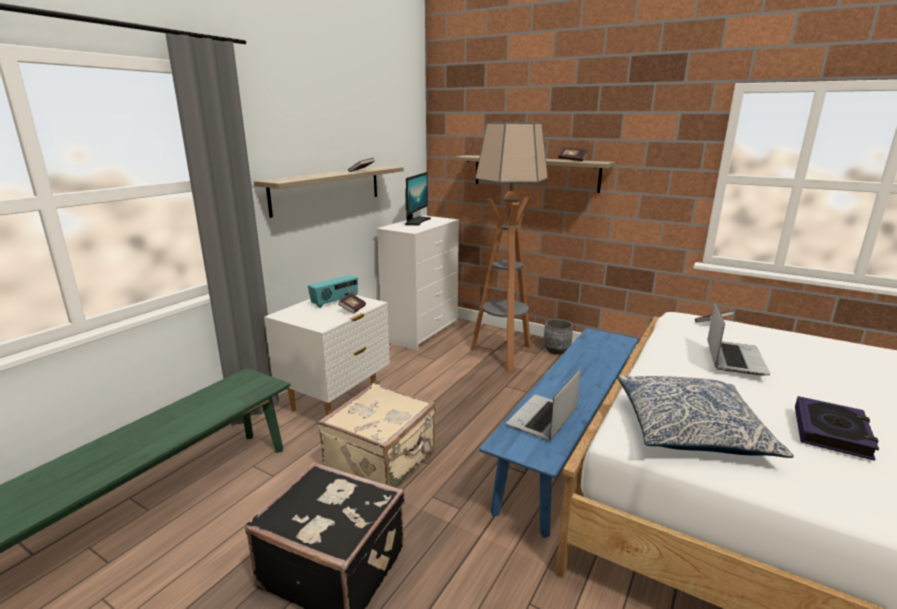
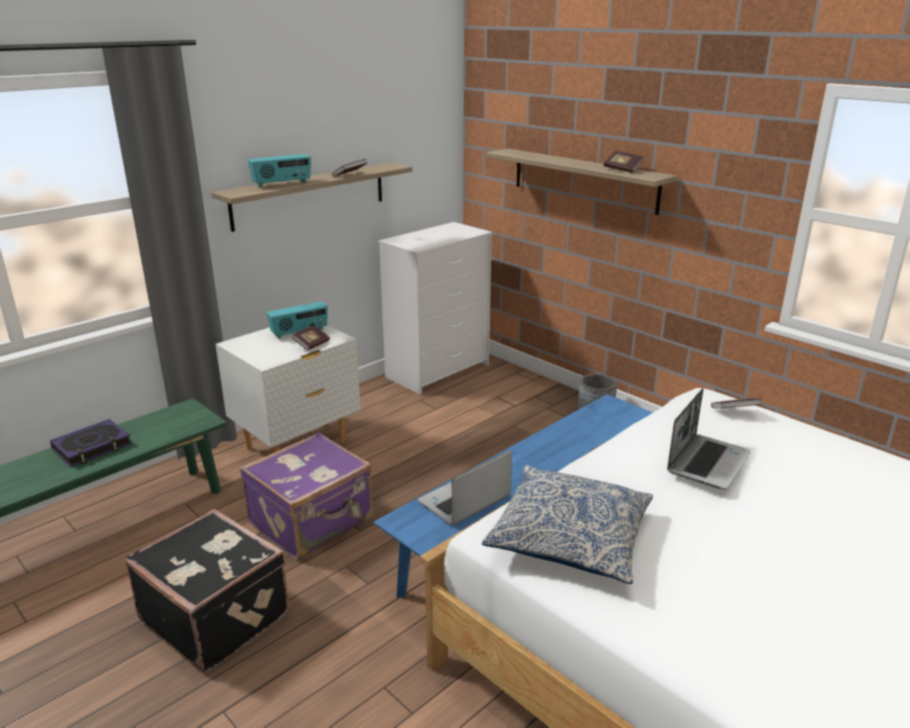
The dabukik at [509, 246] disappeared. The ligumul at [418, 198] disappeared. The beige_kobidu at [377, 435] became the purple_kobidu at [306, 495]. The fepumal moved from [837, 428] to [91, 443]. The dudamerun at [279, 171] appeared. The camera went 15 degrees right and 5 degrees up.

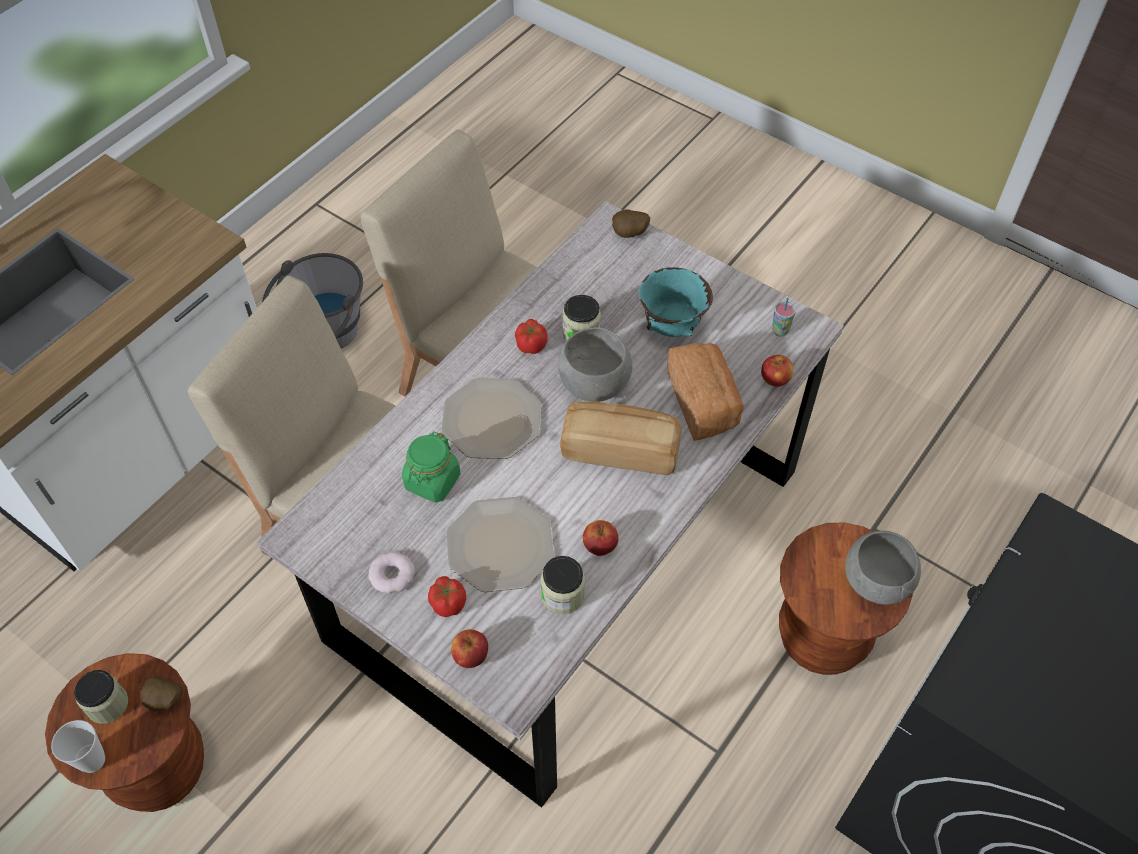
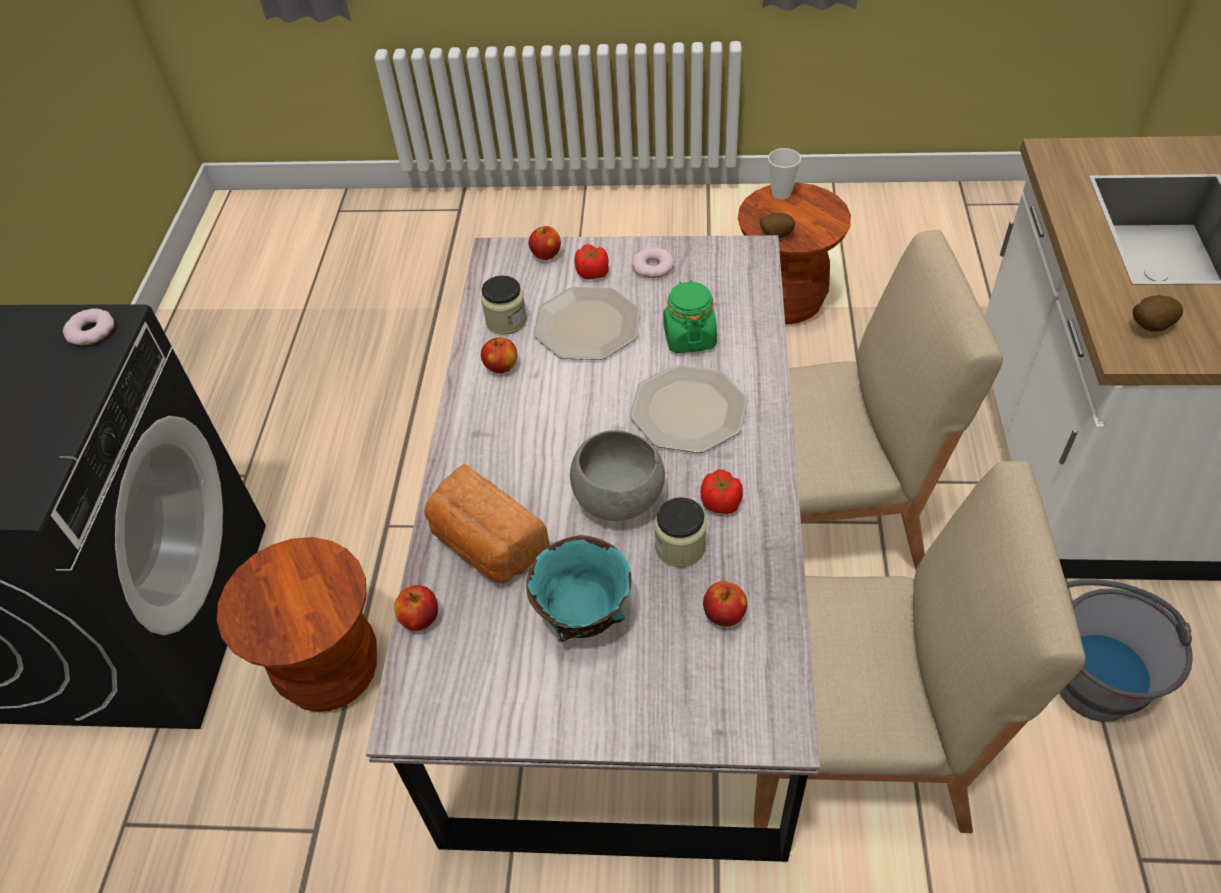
The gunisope moved from [631, 223] to [1158, 313]. The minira at [784, 317] disappeared. The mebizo at [621, 438] disappeared. The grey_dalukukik at [883, 568] disappeared. The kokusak at [101, 697] disappeared. The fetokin at [88, 326] appeared. The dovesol at [725, 603] appeared. The camera went 150 degrees right and 5 degrees down.

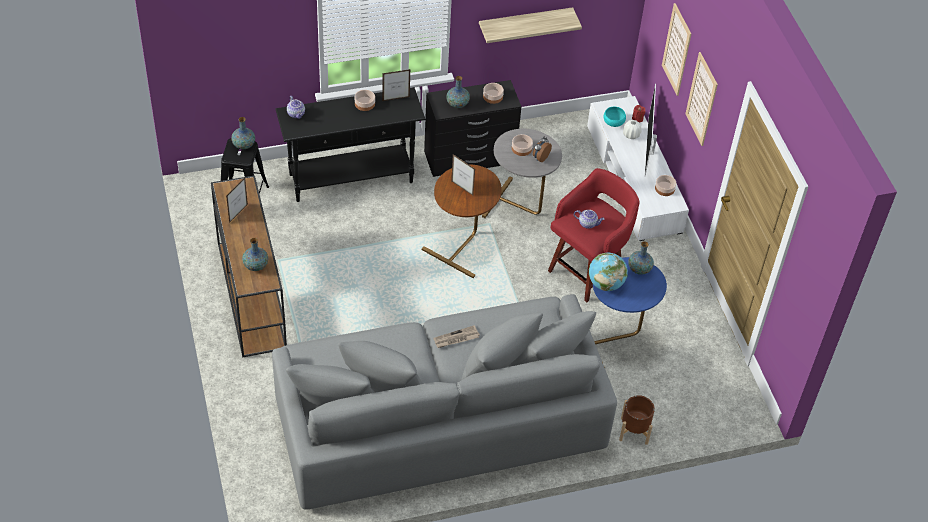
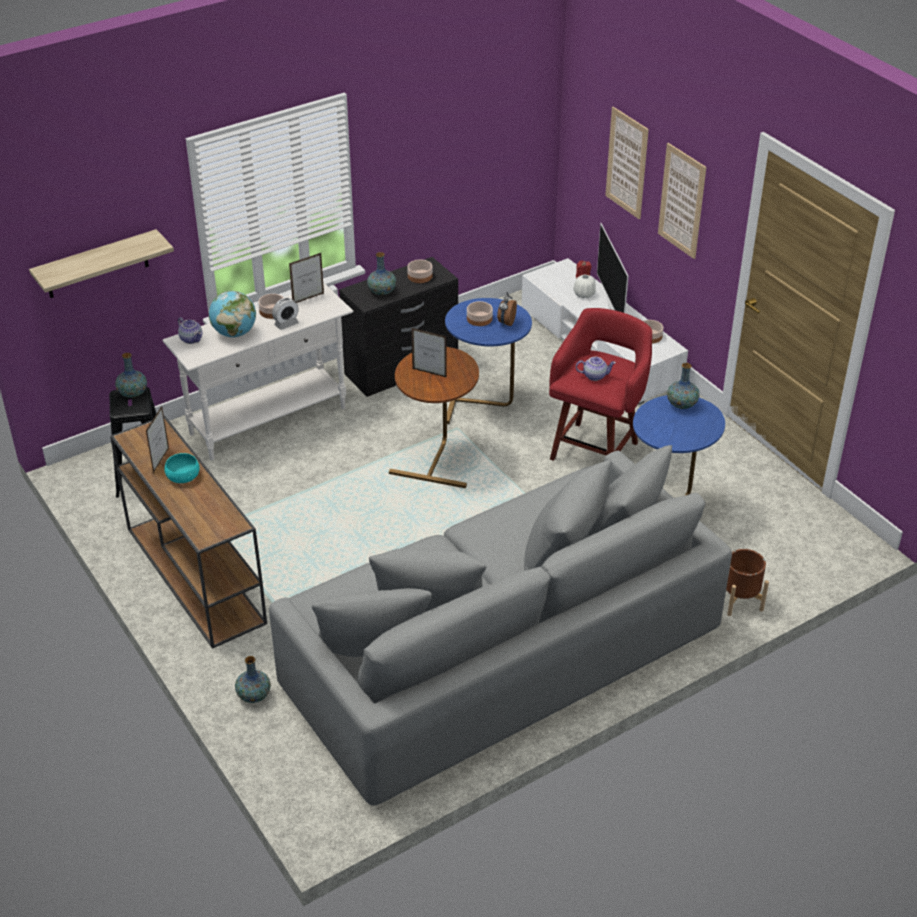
The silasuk moved from [530, 25] to [101, 263]. The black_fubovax at [350, 144] became the white_fubovax at [257, 371]. The turquoise_dalukukik moved from [614, 117] to [182, 468]. The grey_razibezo at [522, 173] became the blue_razibezo at [488, 361]. The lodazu moved from [255, 254] to [253, 679]. The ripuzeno moved from [608, 272] to [232, 314]. The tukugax at [456, 336] disappeared. The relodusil at [285, 314] appeared. The camera went 15 degrees left and 10 degrees down.

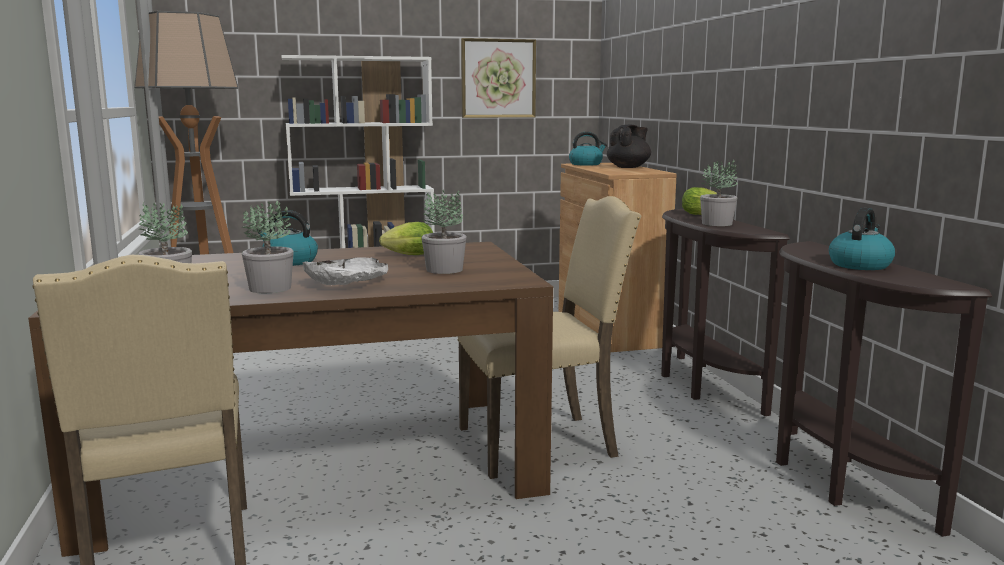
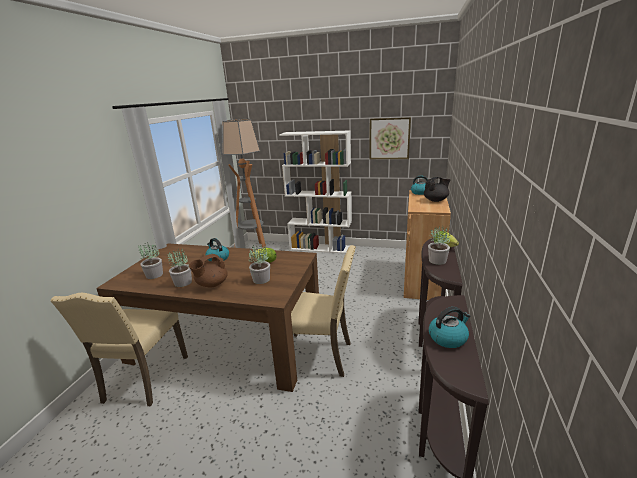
The white_dalukukik at [345, 271] was replaced by the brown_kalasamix at [208, 271]. The camera went 30 degrees right and 10 degrees up.

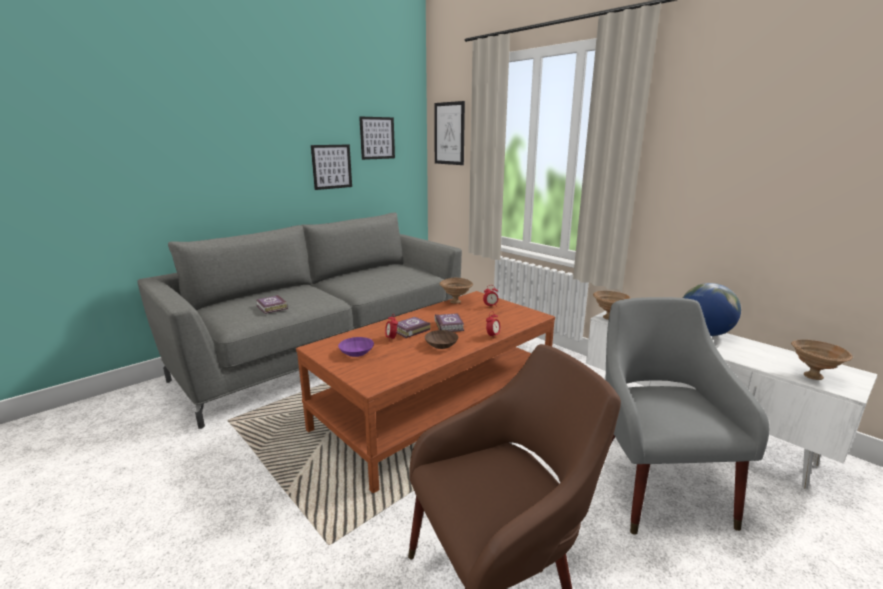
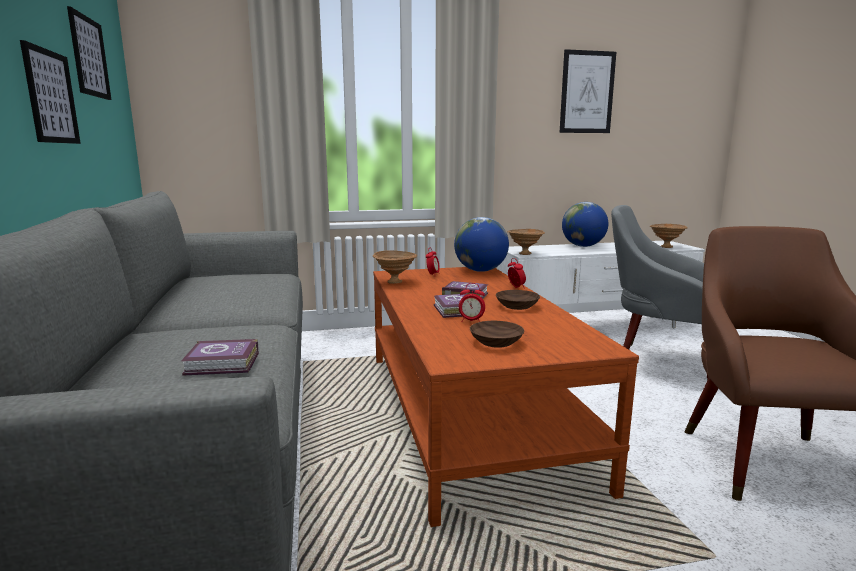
The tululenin moved from [449, 133] to [588, 91]. The purple_dalukukik at [356, 347] became the brown_dalukukik at [497, 334]. The ripuzeno at [481, 244] appeared. The camera went 60 degrees left and 5 degrees down.

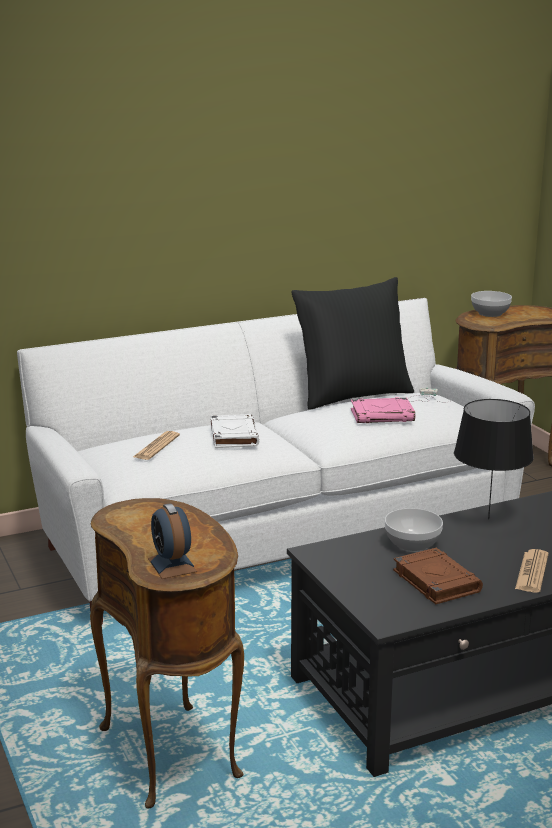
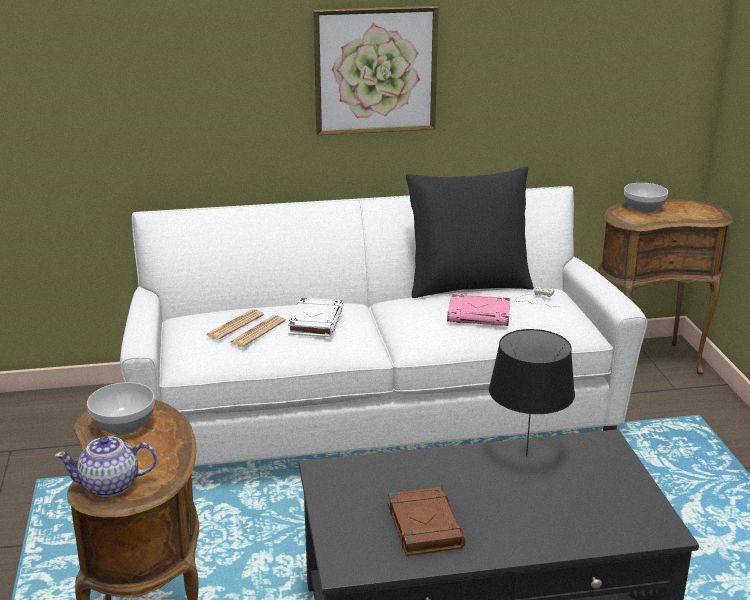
The relodusil at [172, 541] was replaced by the kalasamix at [106, 466]. The dalukukik moved from [414, 530] to [120, 408]. The tukugax moved from [532, 571] to [257, 331]. The tululenin at [375, 70] appeared. The camera went 15 degrees right and 5 degrees up.

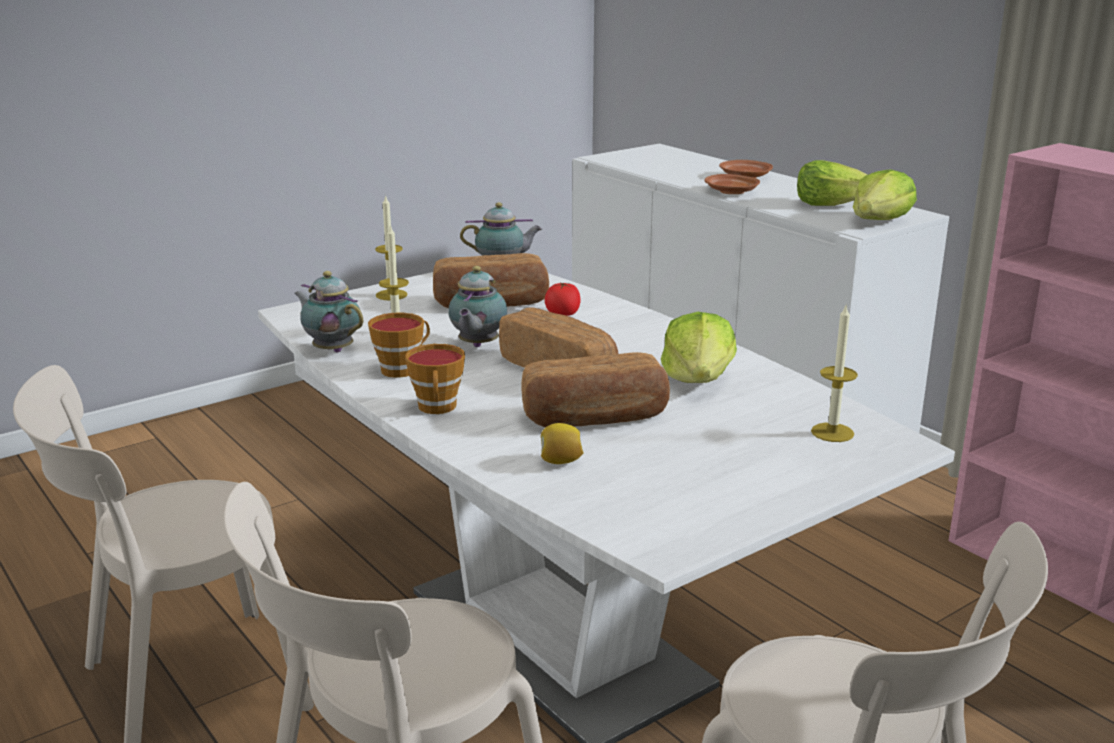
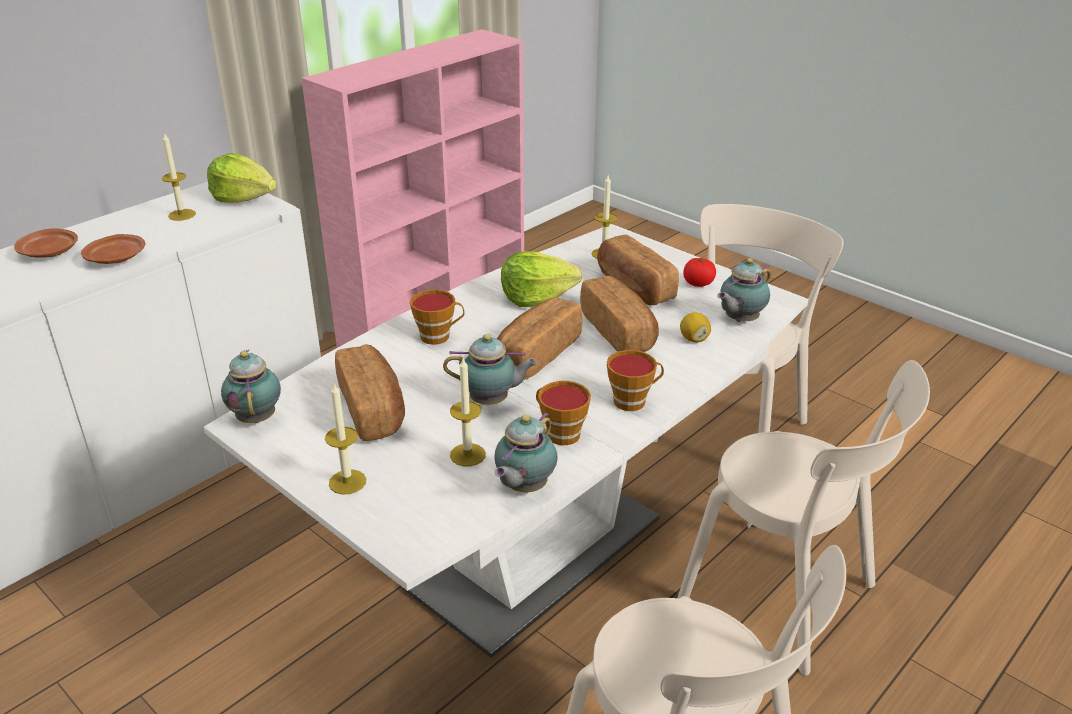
The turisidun at [832, 183] was replaced by the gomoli at [179, 177]. The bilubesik moved from [563, 299] to [699, 272]. The mebizo at [638, 270] appeared. The kalasamix at [744, 290] appeared. The minira at [437, 317] appeared. The camera went 100 degrees left and 10 degrees up.

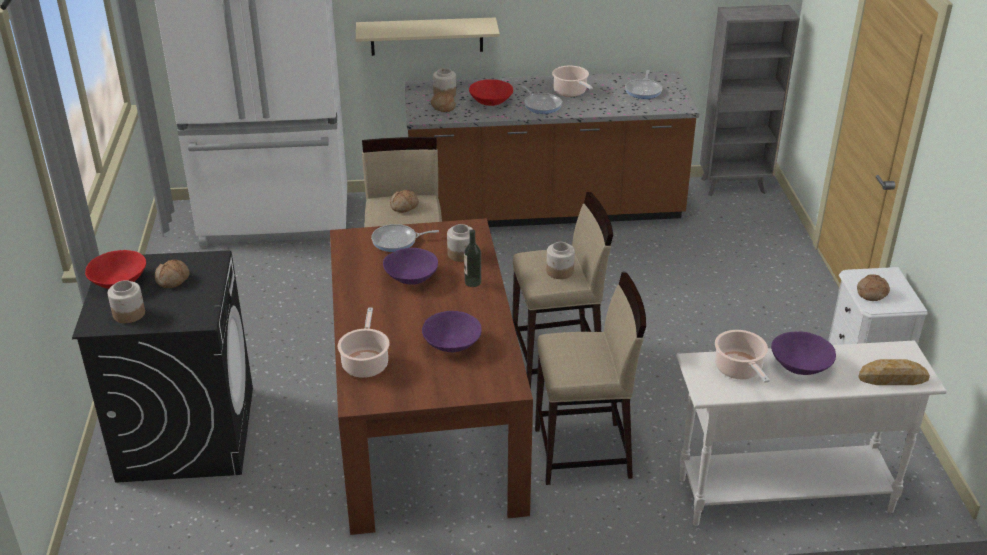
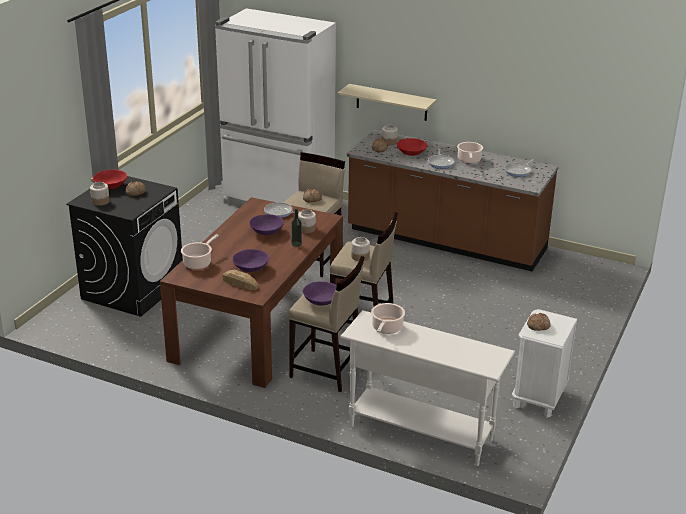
The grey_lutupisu at [750, 100] disappeared. The purple_dalukukik moved from [803, 353] to [320, 293]. The mebizo moved from [894, 372] to [240, 280]. The camera went 30 degrees right and 5 degrees down.

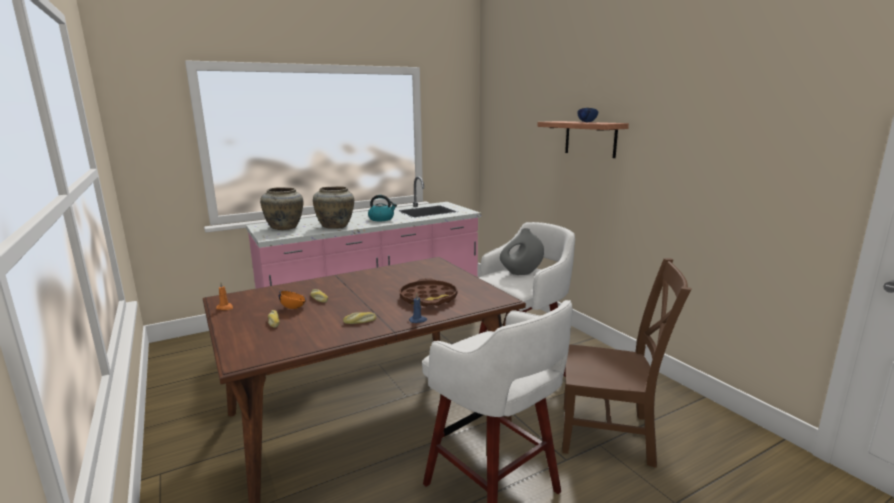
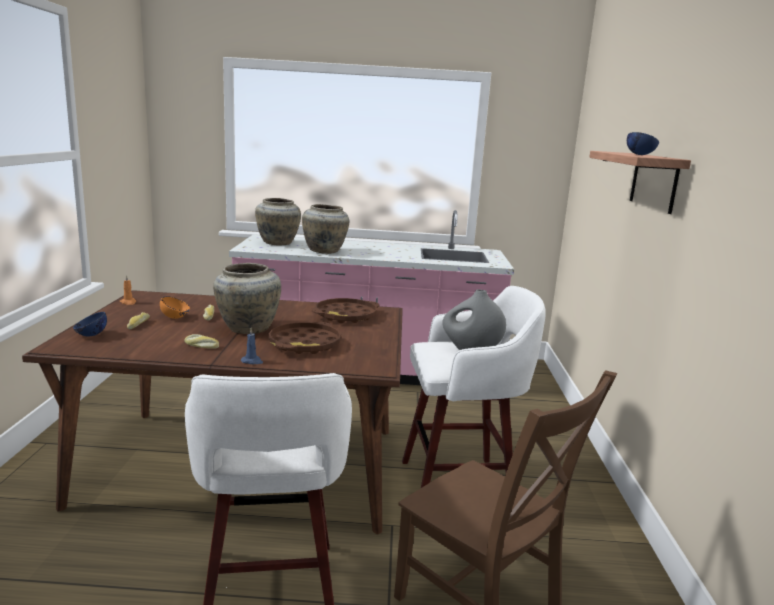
The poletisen at [382, 208] disappeared. The beige_lodazu at [247, 298] appeared. The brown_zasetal at [345, 310] appeared. The blue_dalukukik at [90, 324] appeared. The camera went 30 degrees right and 0 degrees up.

